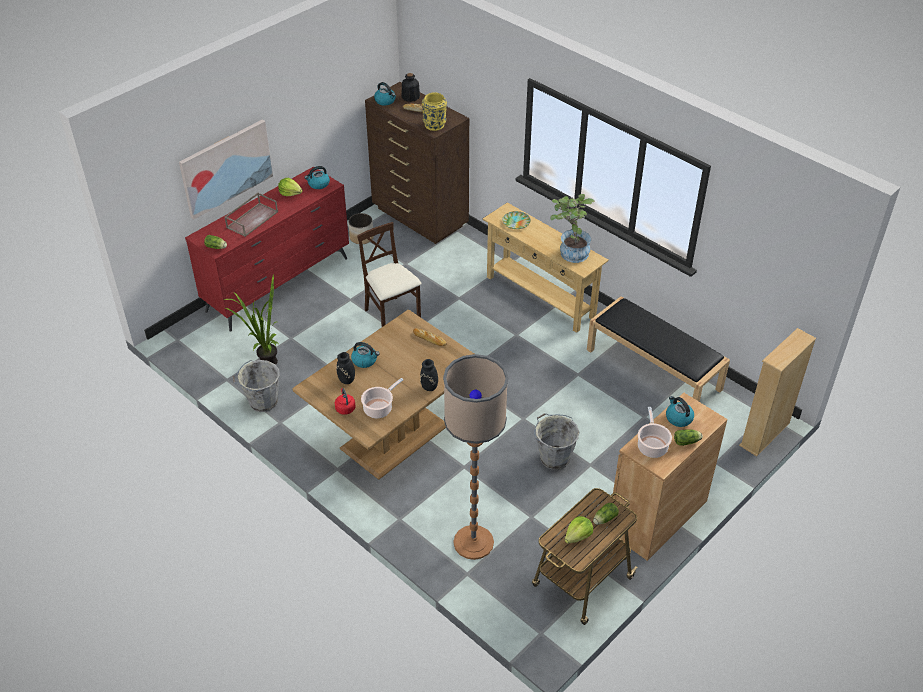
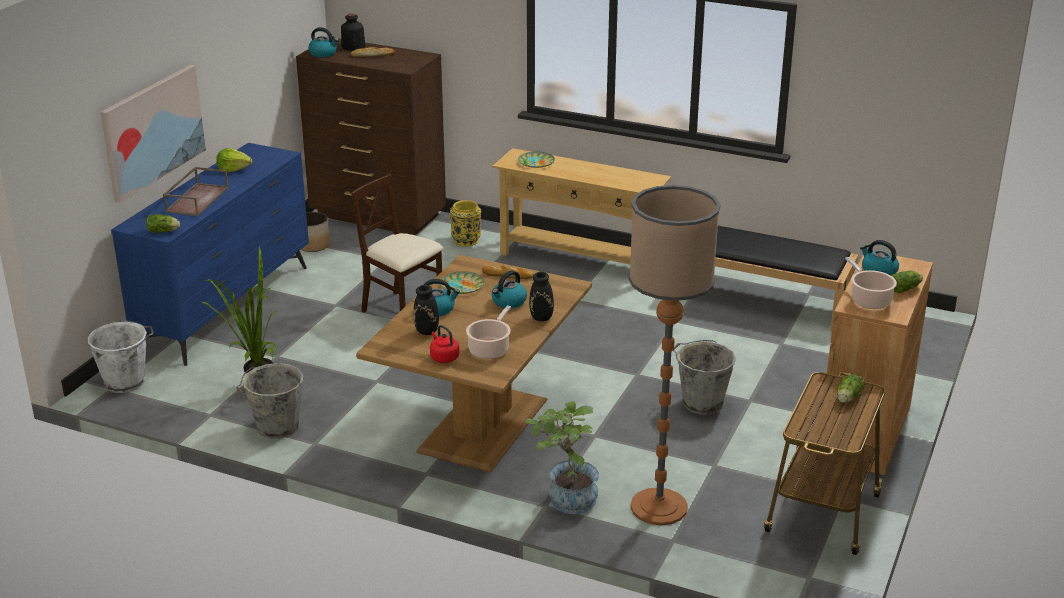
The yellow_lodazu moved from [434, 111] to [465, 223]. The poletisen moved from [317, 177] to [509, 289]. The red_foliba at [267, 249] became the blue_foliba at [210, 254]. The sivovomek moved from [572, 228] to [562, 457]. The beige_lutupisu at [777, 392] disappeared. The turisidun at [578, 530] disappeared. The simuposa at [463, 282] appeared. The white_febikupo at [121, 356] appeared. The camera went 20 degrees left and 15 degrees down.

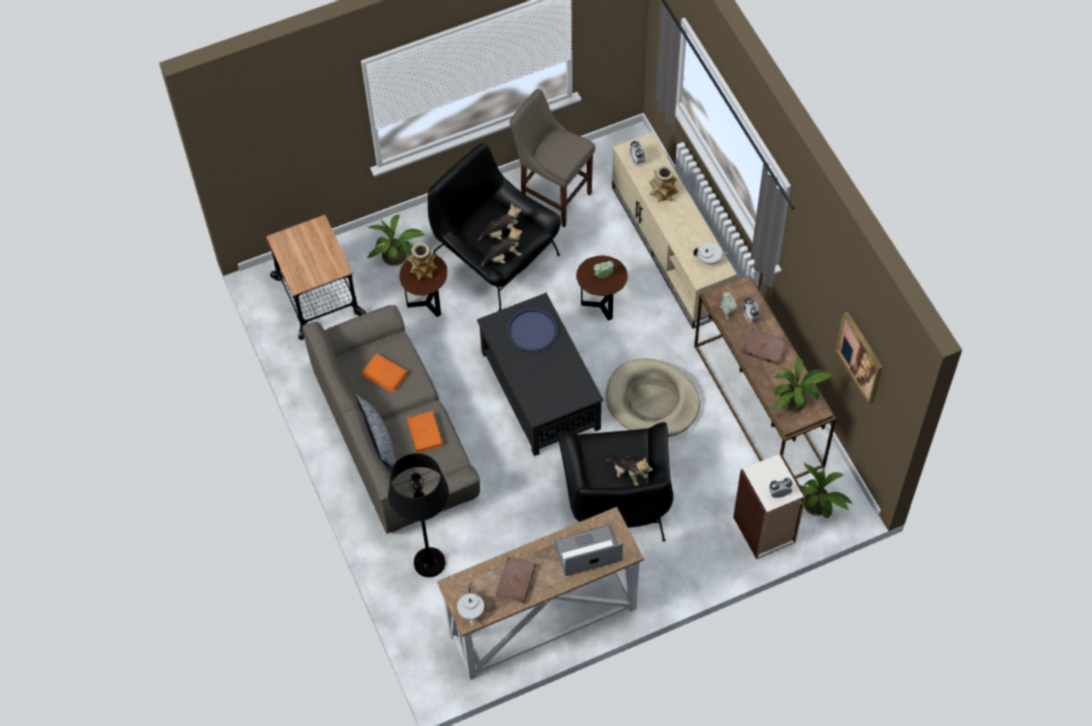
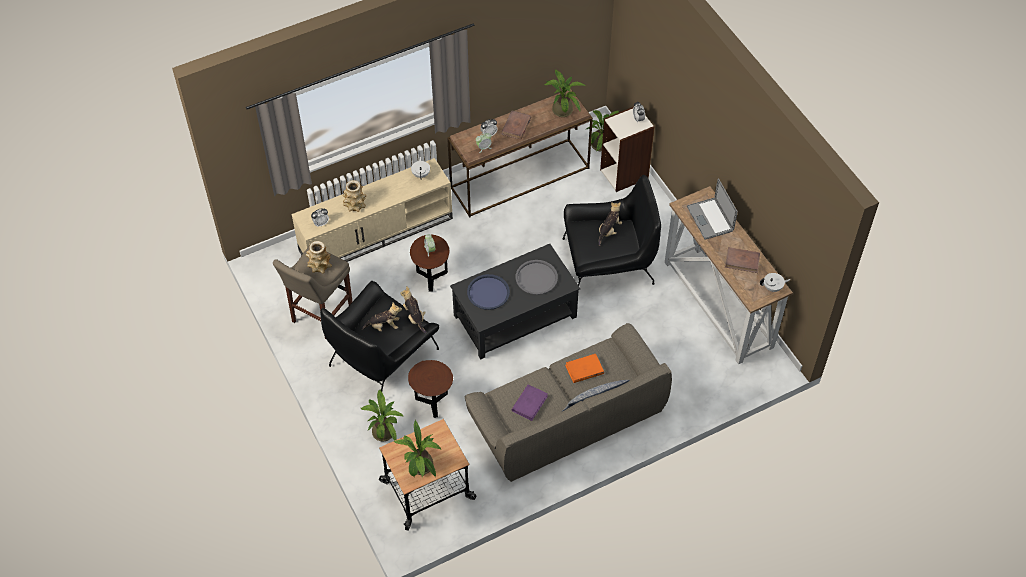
The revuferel at [500, 223] turned 105 degrees clockwise. The lodazu moved from [423, 261] to [319, 257]. The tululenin at [859, 358] disappeared. The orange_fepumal at [384, 373] became the purple_fepumal at [529, 402]. The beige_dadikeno at [653, 398] disappeared. The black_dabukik at [418, 515] disappeared. The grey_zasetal at [537, 277] appeared. The sivovomek at [417, 448] appeared. The camera went 95 degrees left and 5 degrees down.

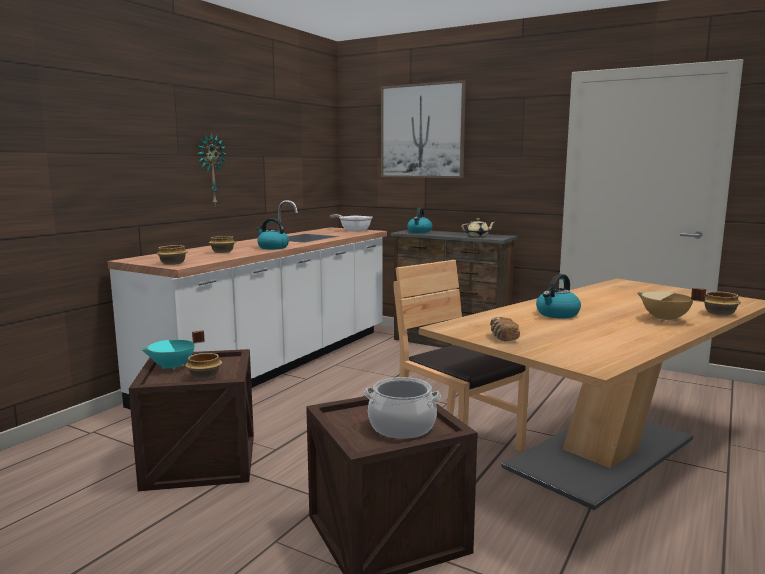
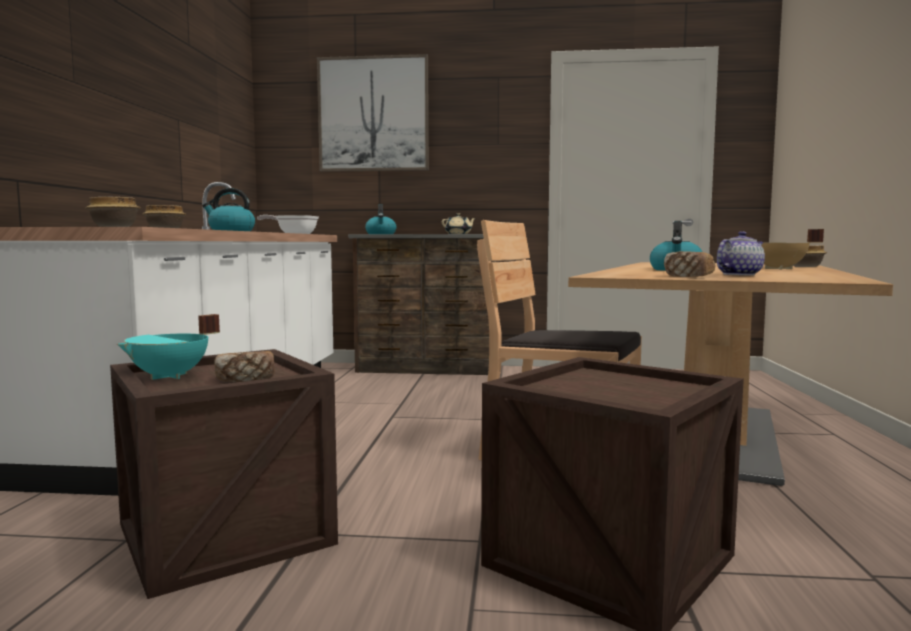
The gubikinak at [211, 168] disappeared. The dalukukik at [203, 366] was replaced by the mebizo at [244, 366]. The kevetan at [402, 408] disappeared. The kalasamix at [741, 253] appeared. The camera went 25 degrees left and 5 degrees down.

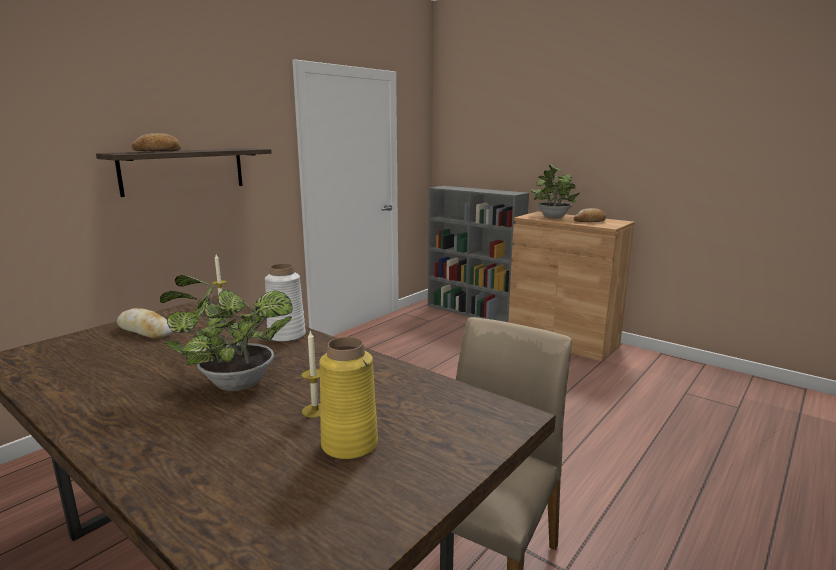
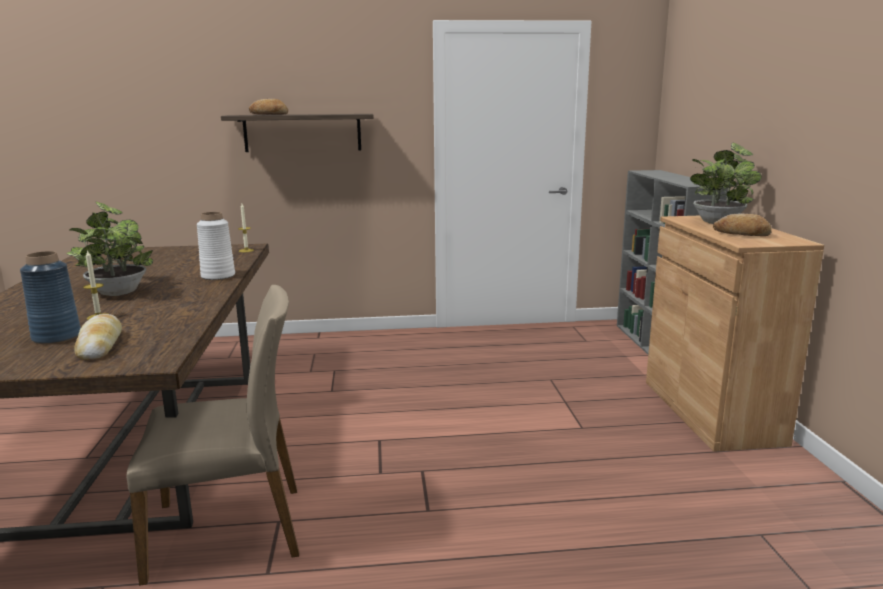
The mebizo moved from [145, 323] to [98, 337]. The yellow_lodazu at [348, 398] became the blue_lodazu at [50, 297]. The camera went 45 degrees right and 0 degrees up.

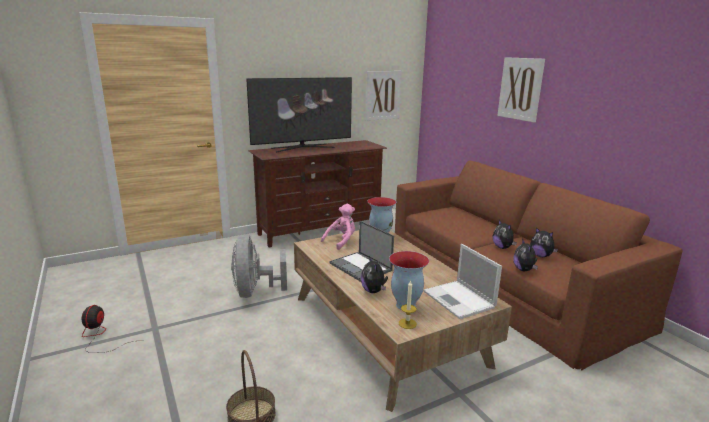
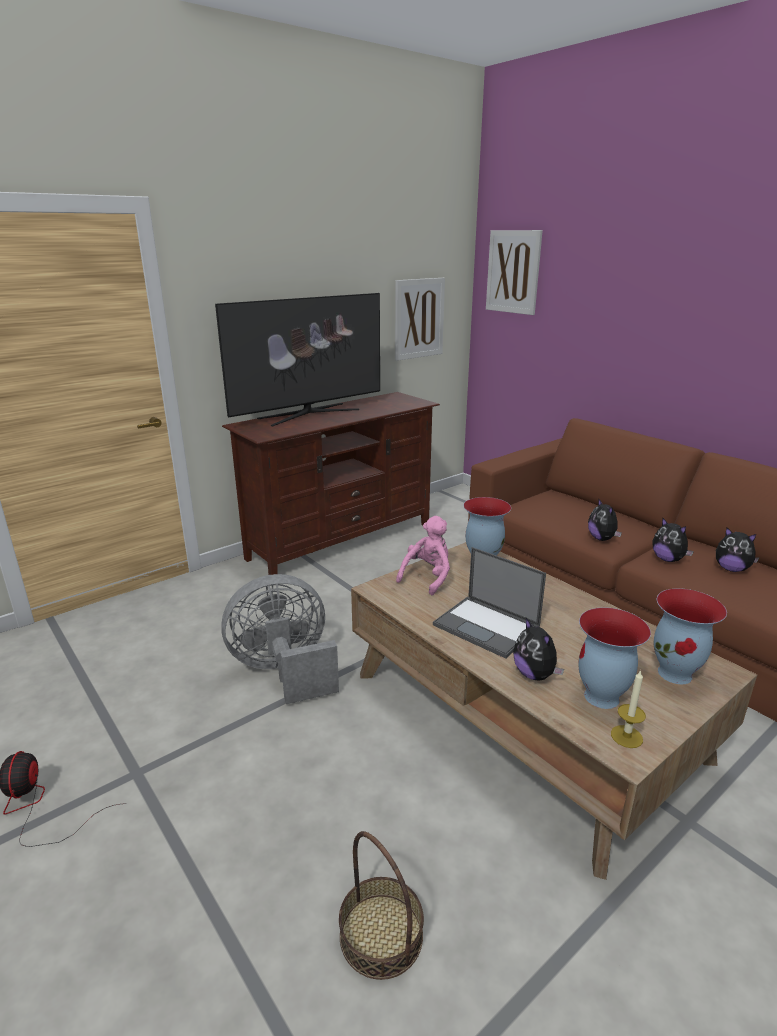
The tululenin moved from [521, 89] to [514, 272]. The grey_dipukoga at [259, 266] turned 90 degrees clockwise. The revuferel moved from [525, 254] to [605, 519]. The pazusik at [463, 281] was replaced by the lodazu at [690, 636]. The camera went 10 degrees left and 5 degrees up.

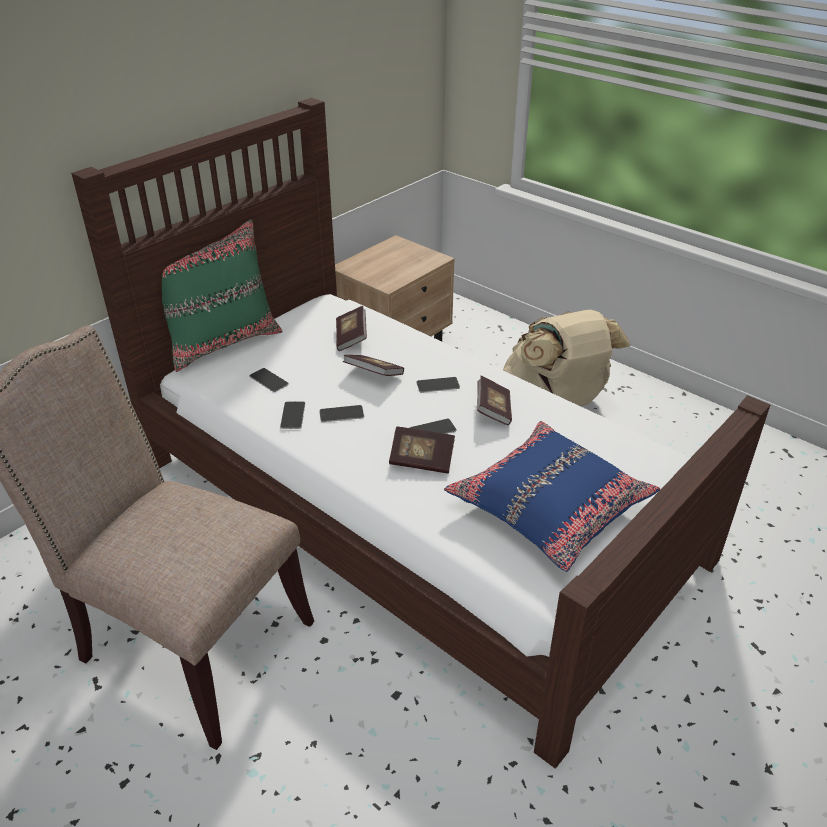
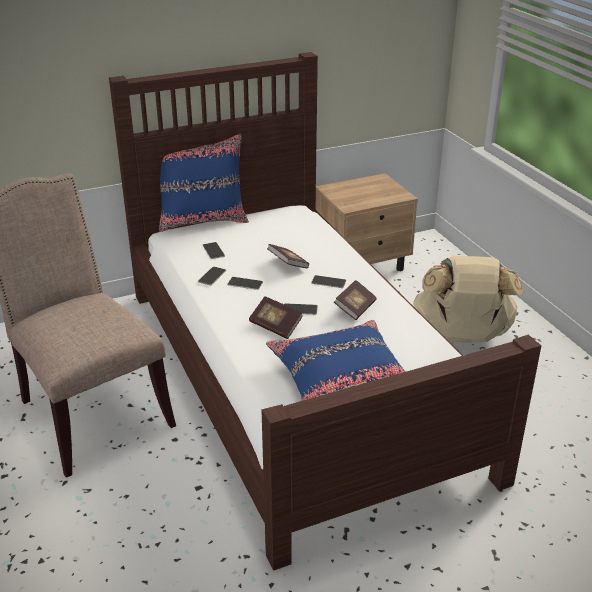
The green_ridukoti at [222, 295] became the blue_ridukoti at [204, 183]. The fepumal at [351, 328] disappeared. The camera went 25 degrees right and 5 degrees down.

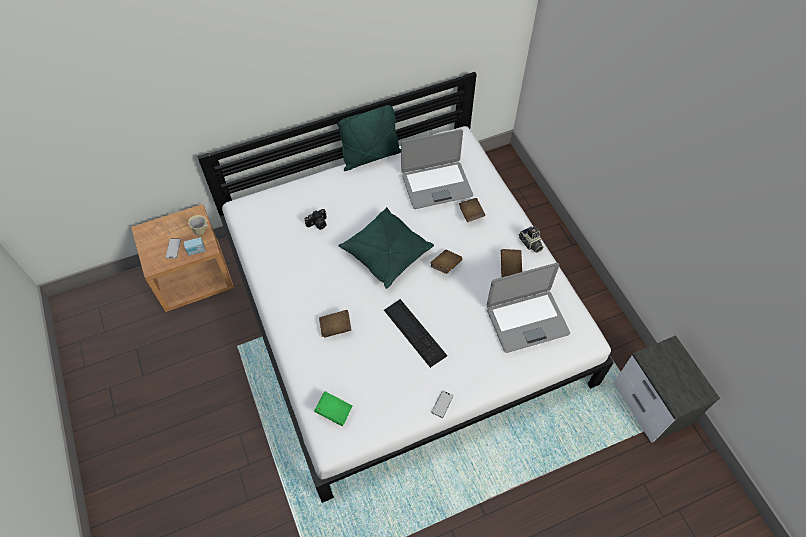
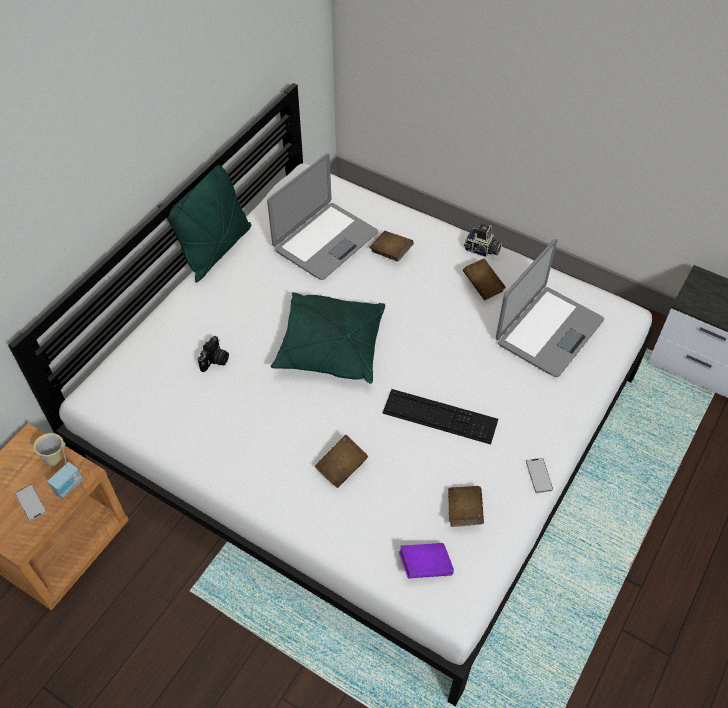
The brown_fepumal moved from [446, 262] to [466, 506]. The green_fepumal at [333, 408] became the purple_fepumal at [426, 561]. The camera went 35 degrees left and 5 degrees down.

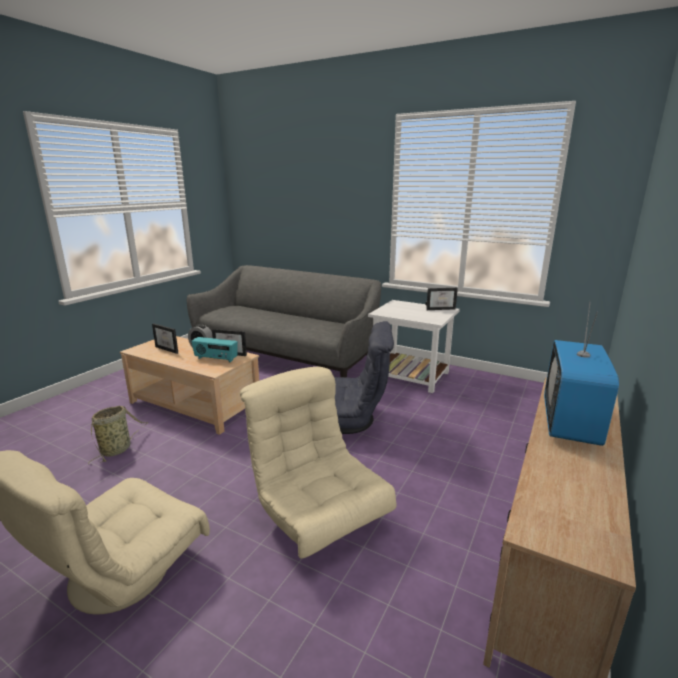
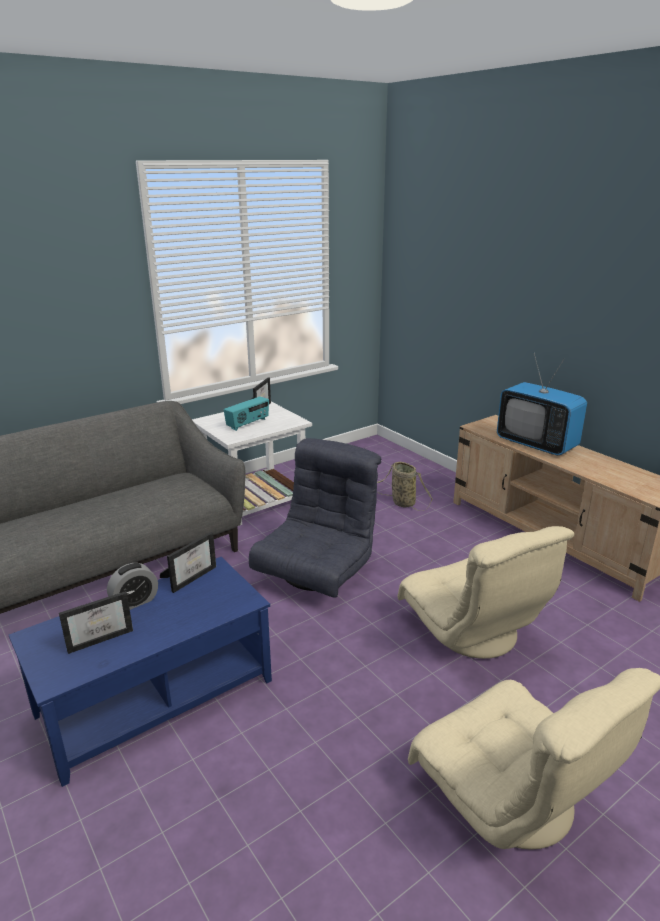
The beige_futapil at [189, 385] became the blue_futapil at [140, 672]. The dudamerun moved from [214, 349] to [246, 413]. The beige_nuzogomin at [318, 463] turned 105 degrees counterclockwise. The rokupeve moved from [118, 435] to [405, 486]. The camera went 65 degrees left and 5 degrees up.

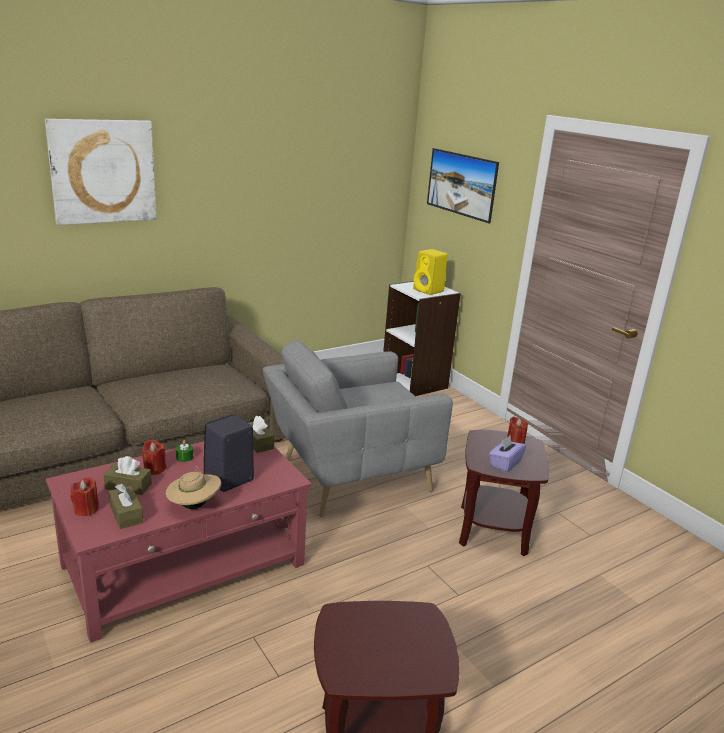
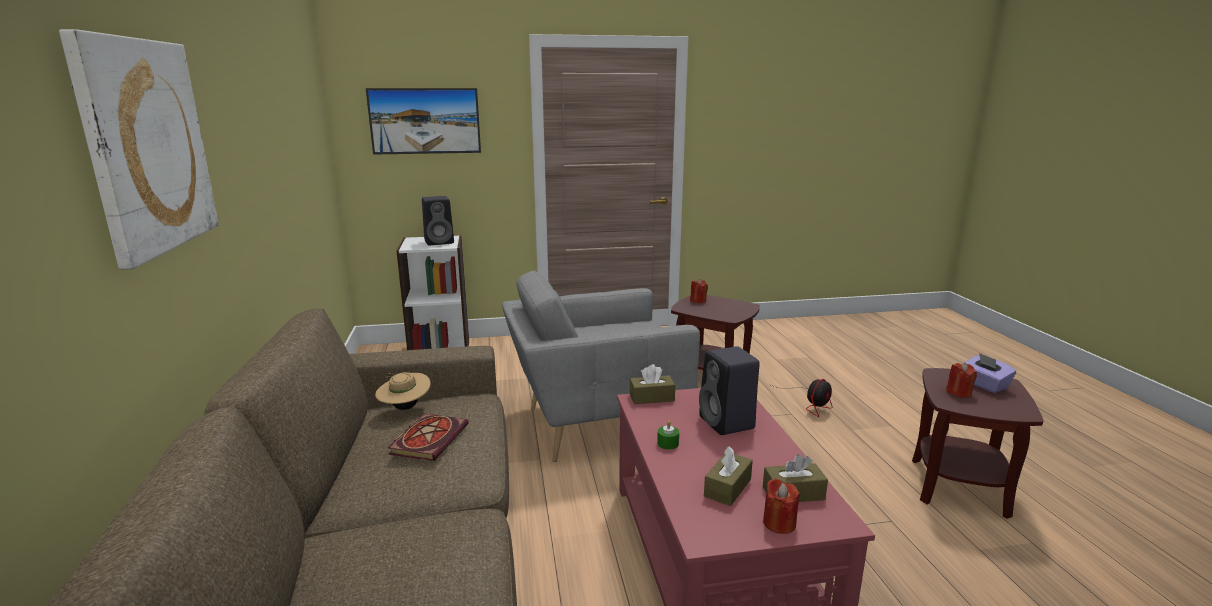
The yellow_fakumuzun at [430, 272] became the black_fakumuzun at [438, 220]. The grey_nuzogomin at [358, 428] turned 75 degrees clockwise. The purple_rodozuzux moved from [507, 454] to [989, 373]. The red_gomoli moved from [154, 457] to [961, 380]. The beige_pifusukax moved from [193, 488] to [403, 391]. The dipukoga at [801, 398] appeared. The fepumal at [428, 437] appeared. The camera went 65 degrees left and 5 degrees down.

